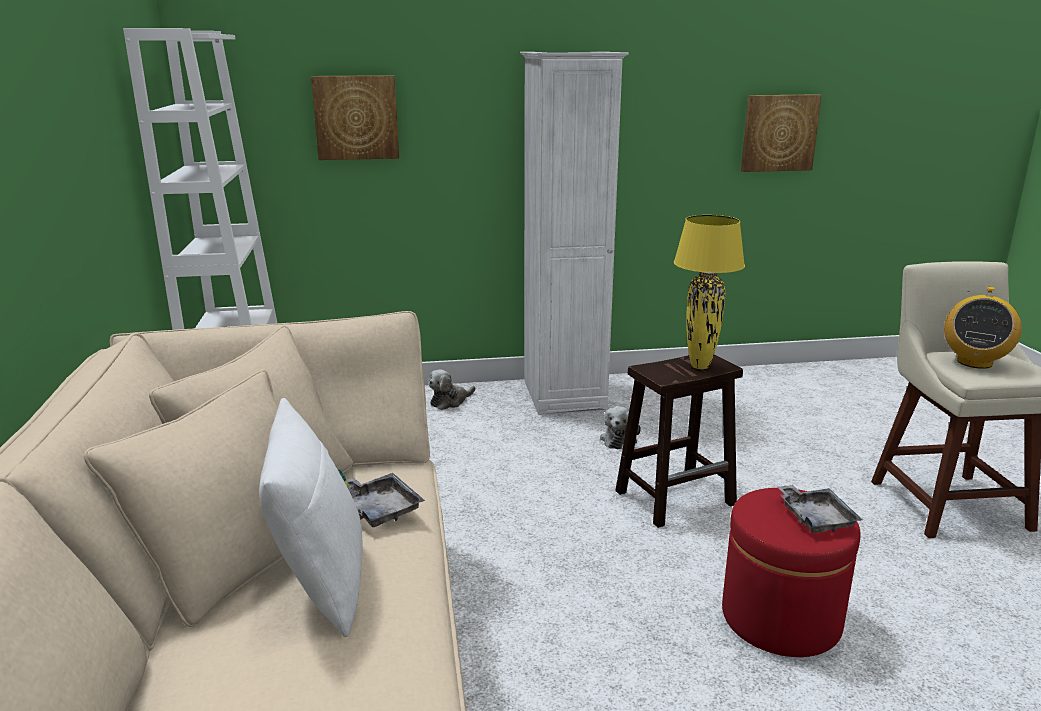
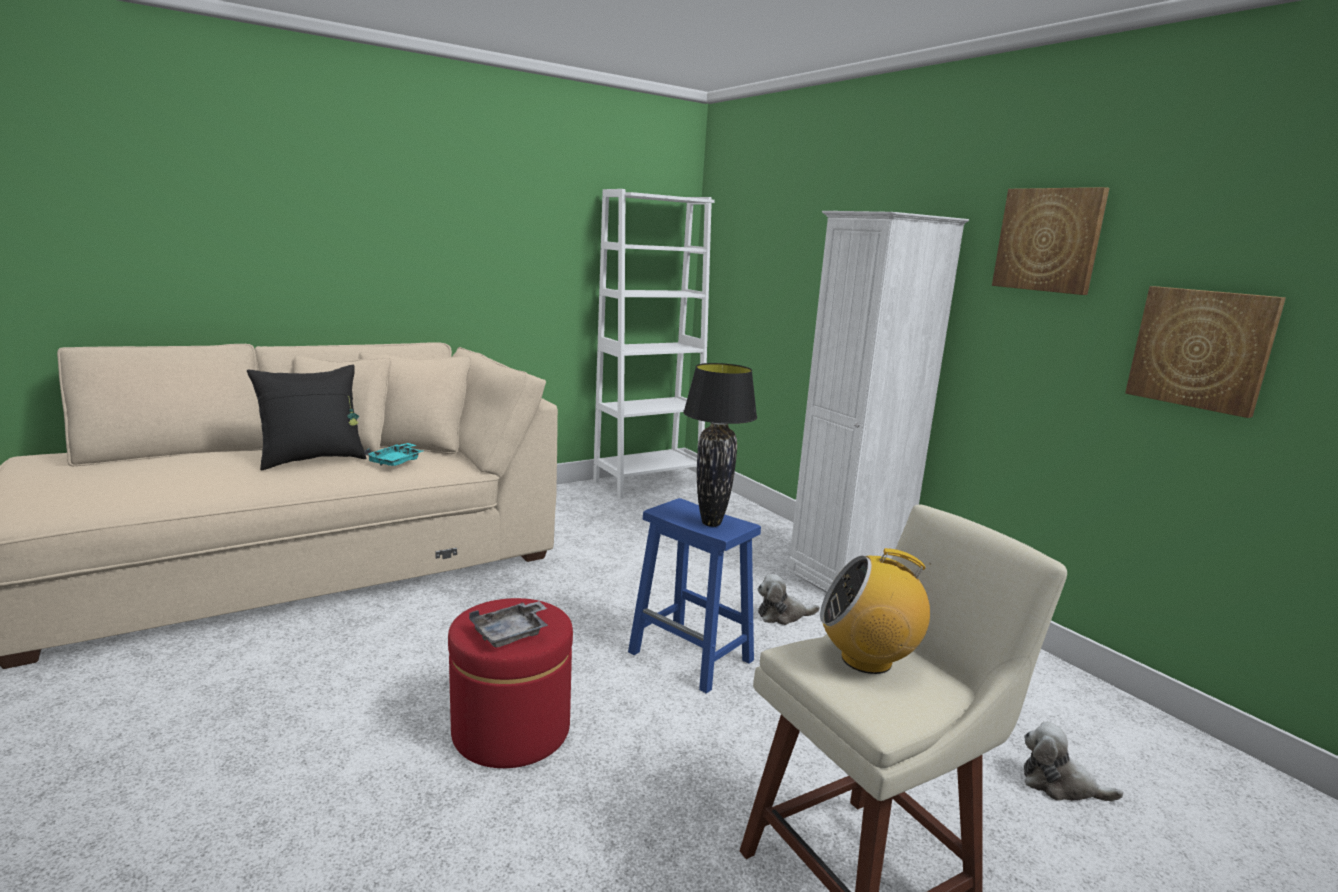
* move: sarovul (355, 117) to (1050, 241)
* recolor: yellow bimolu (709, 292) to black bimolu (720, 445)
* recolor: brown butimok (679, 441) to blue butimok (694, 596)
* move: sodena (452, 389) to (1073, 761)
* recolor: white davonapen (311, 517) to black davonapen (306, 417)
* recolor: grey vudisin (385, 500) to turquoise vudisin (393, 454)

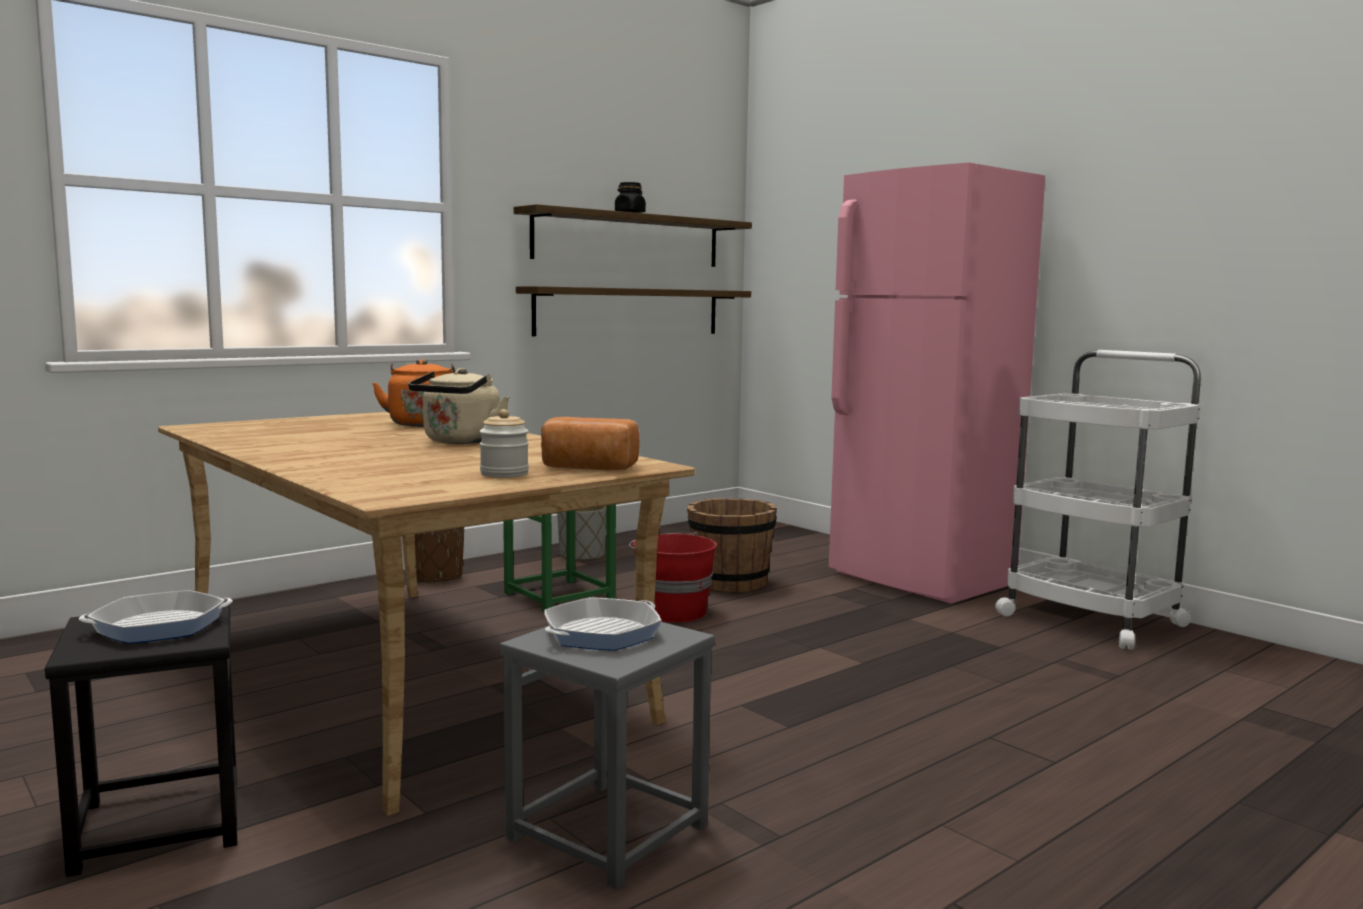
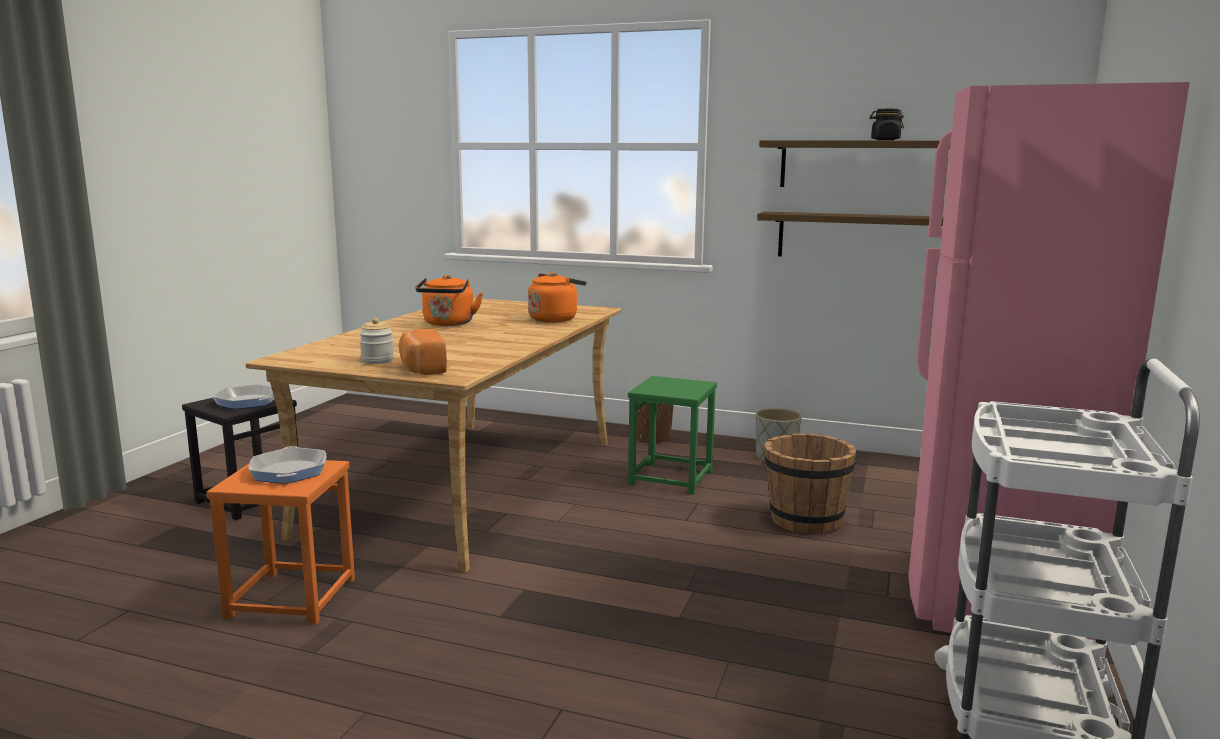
* delete: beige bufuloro (458, 406)
* delete: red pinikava (673, 577)
* rotate: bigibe (603, 624) = (287, 465) 60 degrees clockwise
* recolor: grey butimok (607, 756) to orange butimok (280, 542)
* insert: orange bufuloro (449, 300)

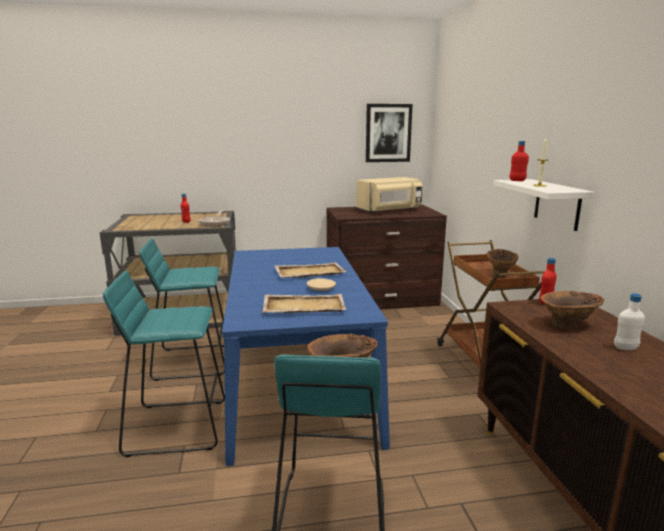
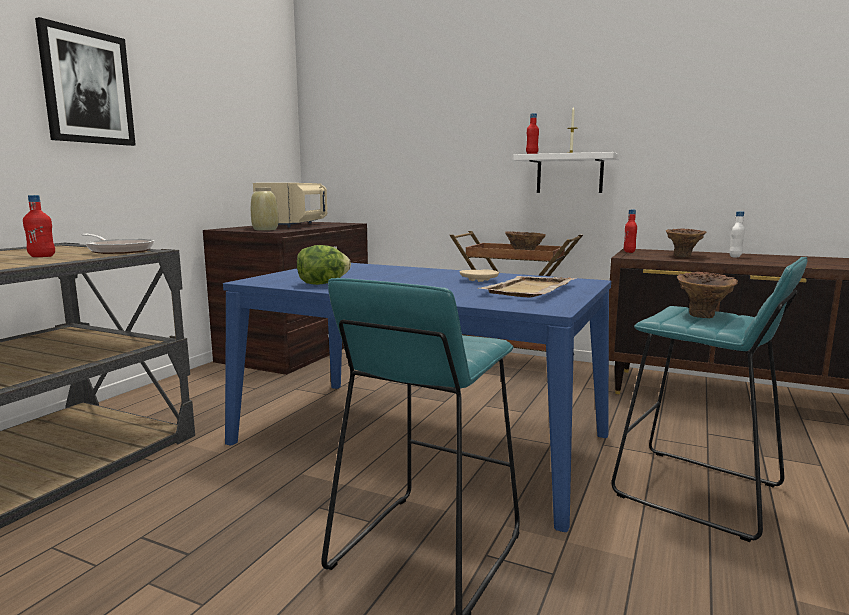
* move: sarovul (389, 133) to (85, 81)
* delete: turquoise butimok (181, 309)
* delete: beige vudisin (310, 269)
* insert: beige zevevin (264, 209)
* insert: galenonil (324, 265)

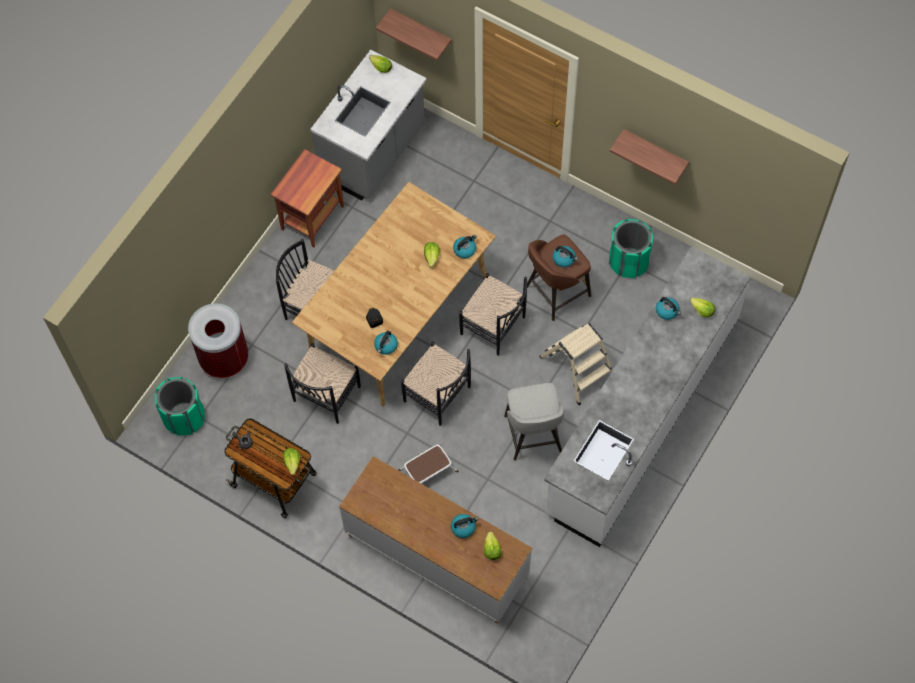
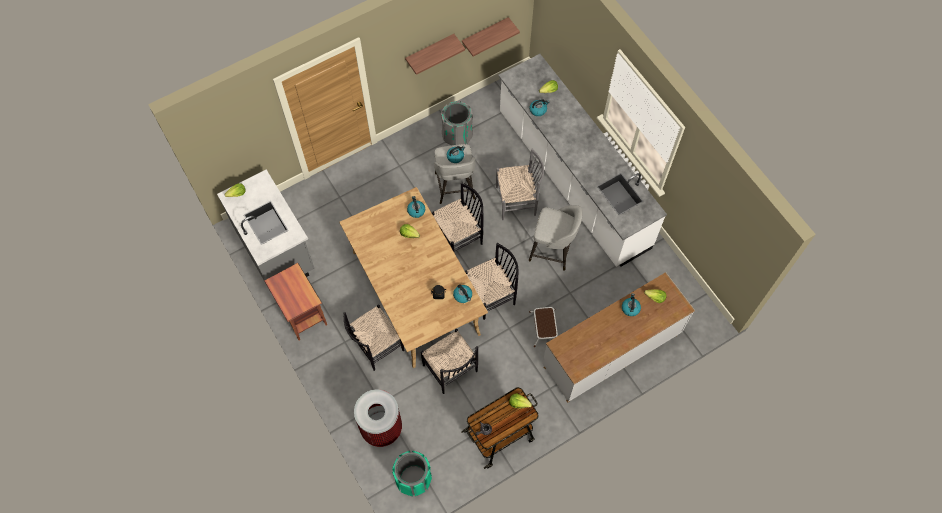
* move: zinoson (414, 34) to (491, 36)
* recolor: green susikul (631, 248) to grey susikul (457, 123)
* recolor: brown butimok (559, 278) to grey butimok (454, 174)
* replace: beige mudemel (576, 364) to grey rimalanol (520, 184)

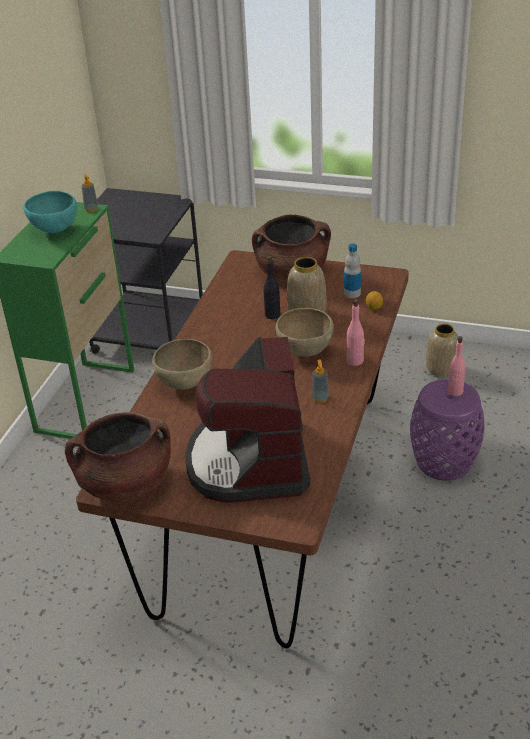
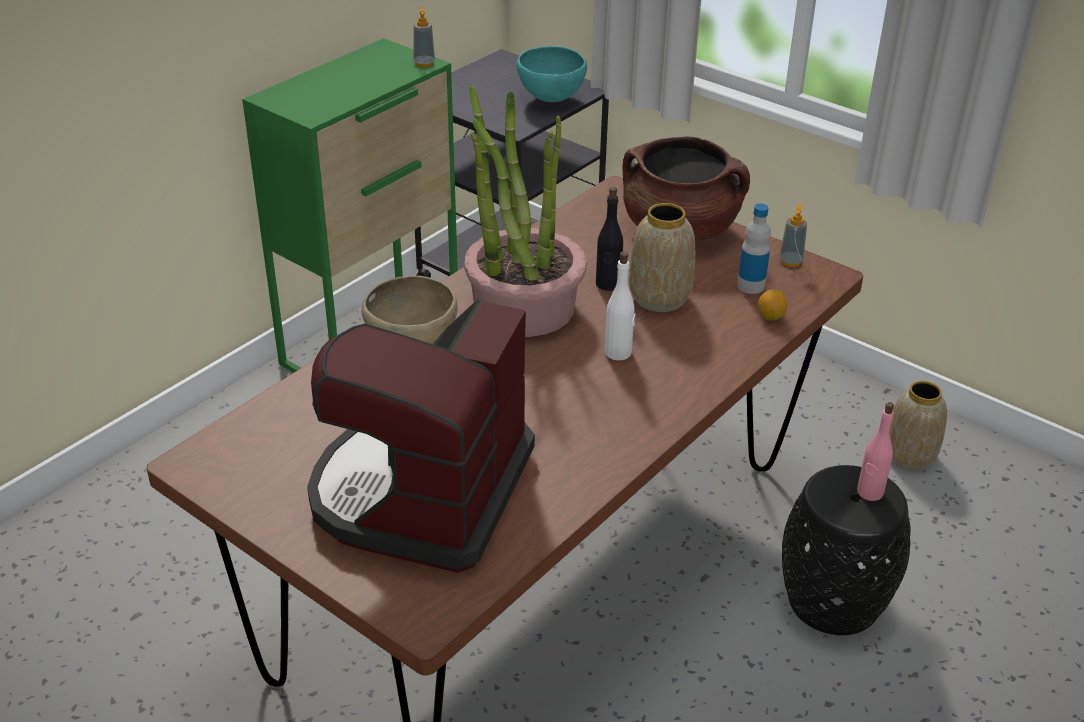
* move: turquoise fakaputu (50, 212) to (552, 74)
* delete: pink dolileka (356, 332)
* replace: brown fakaputu (305, 332) to white dolileka (620, 305)
* move: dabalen (320, 381) to (793, 235)
* recolor: purple butimok (447, 430) to black butimok (846, 550)
* delete: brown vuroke (118, 457)
* insert: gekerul (525, 211)

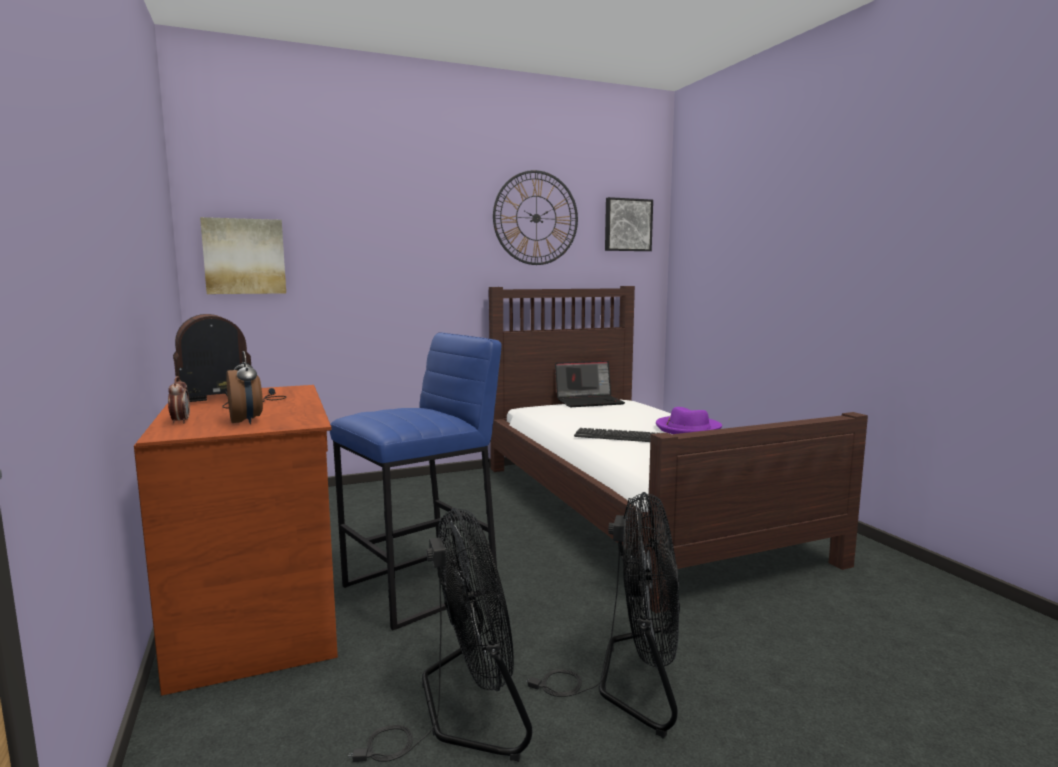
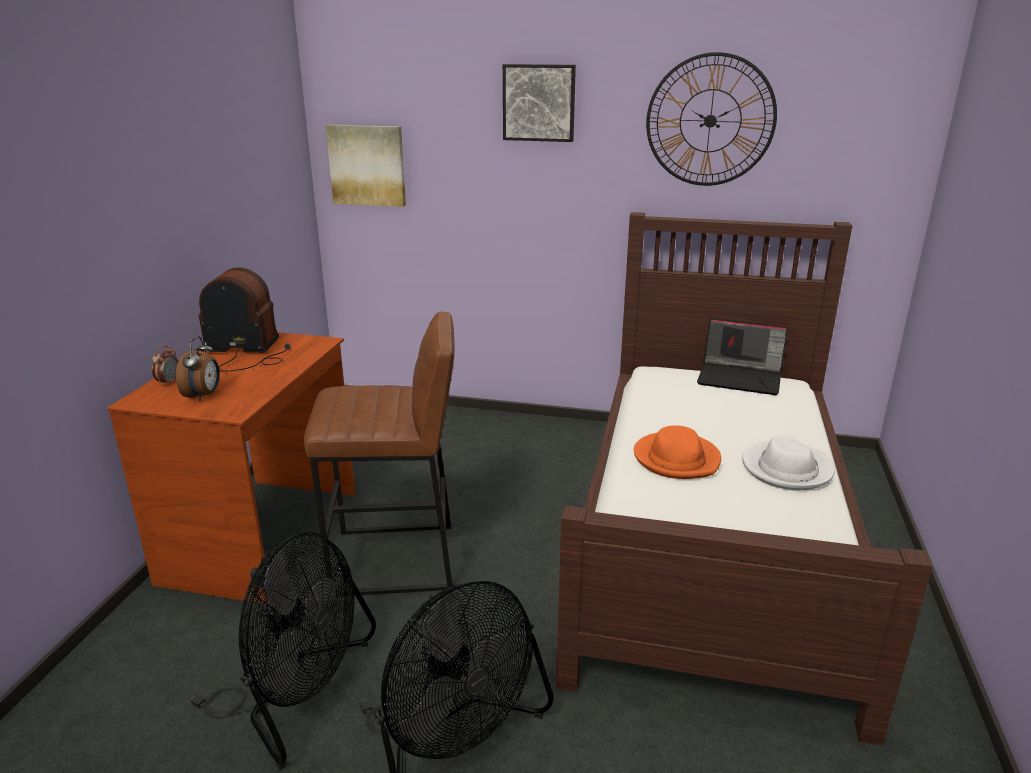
* move: sarovul (629, 224) to (539, 103)
* recolor: blue butimok (415, 481) to brown butimok (379, 453)
* recolor: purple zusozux (689, 420) to white zusozux (788, 463)
* replace: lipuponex (615, 435) to orange zusozux (677, 452)

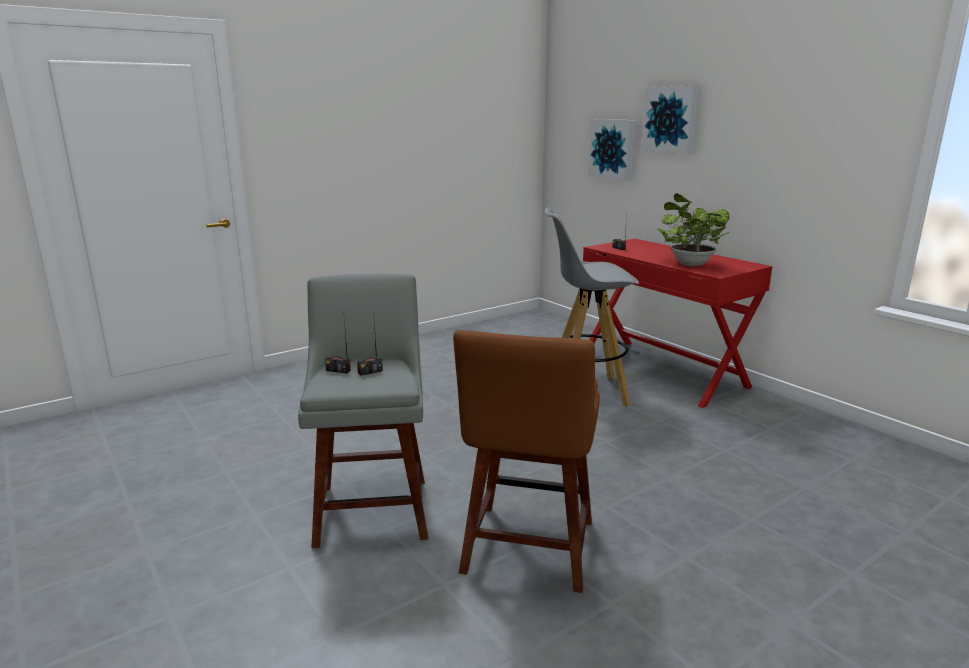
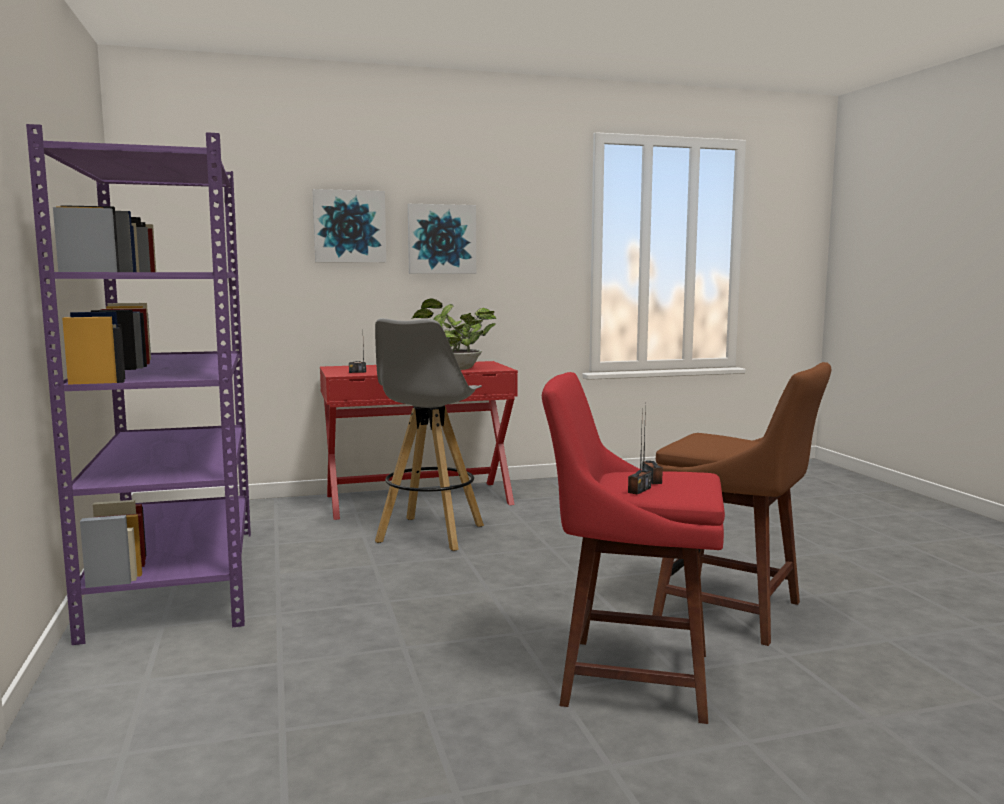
* move: sarovul (612, 150) to (442, 239)
* recolor: grey butimok (363, 411) to red butimok (633, 548)
* insert: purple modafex (138, 384)

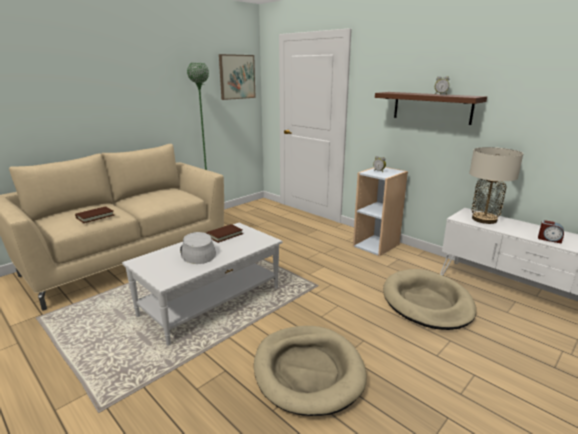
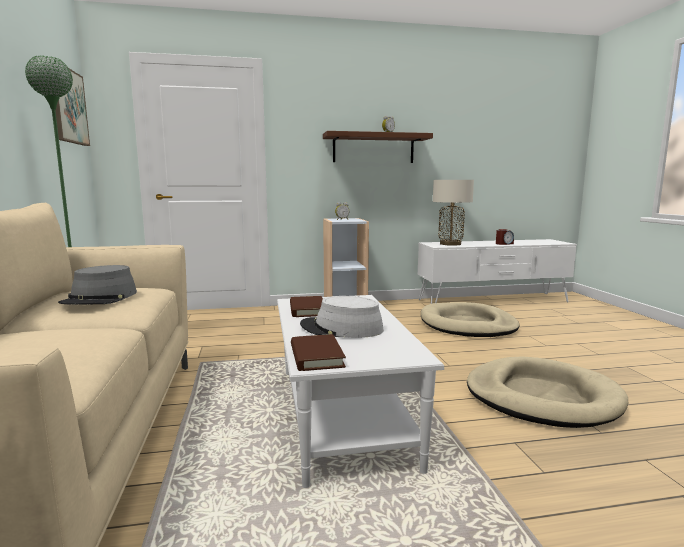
* move: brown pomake (94, 214) to (318, 352)
* insert: grey zusozux (97, 285)

